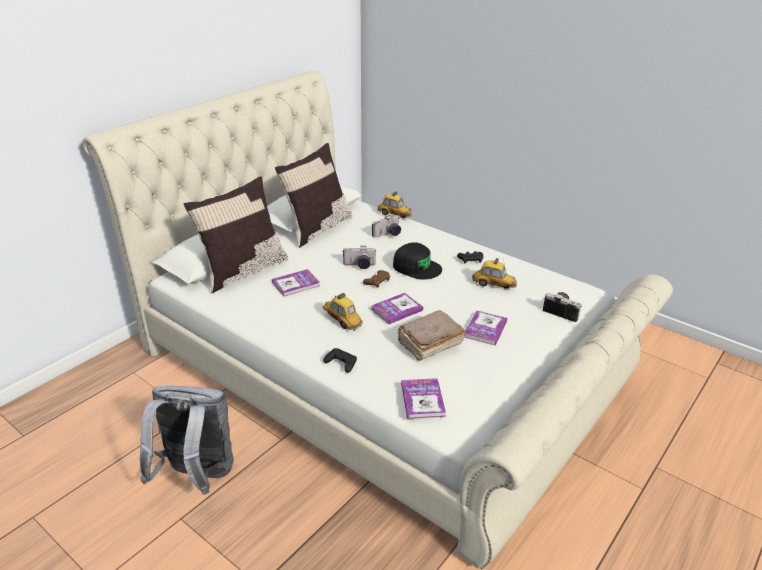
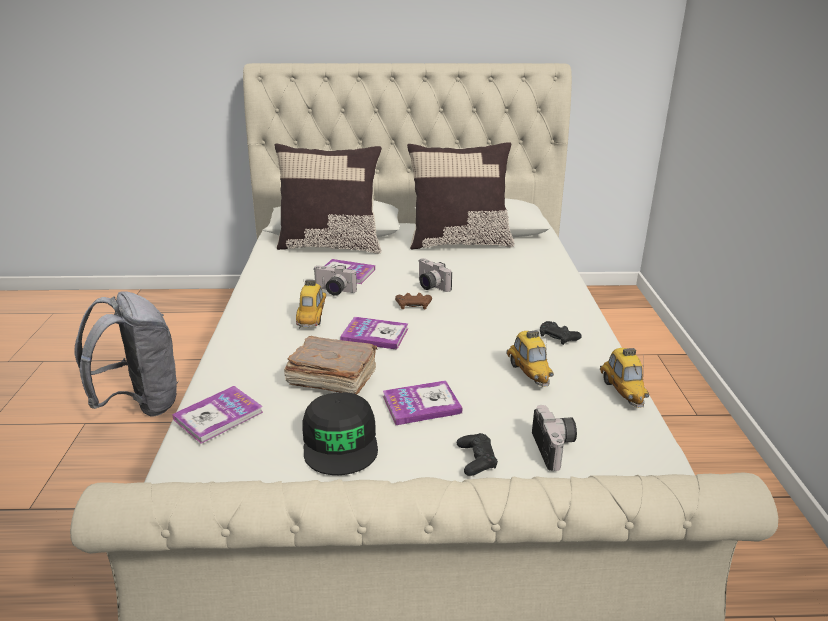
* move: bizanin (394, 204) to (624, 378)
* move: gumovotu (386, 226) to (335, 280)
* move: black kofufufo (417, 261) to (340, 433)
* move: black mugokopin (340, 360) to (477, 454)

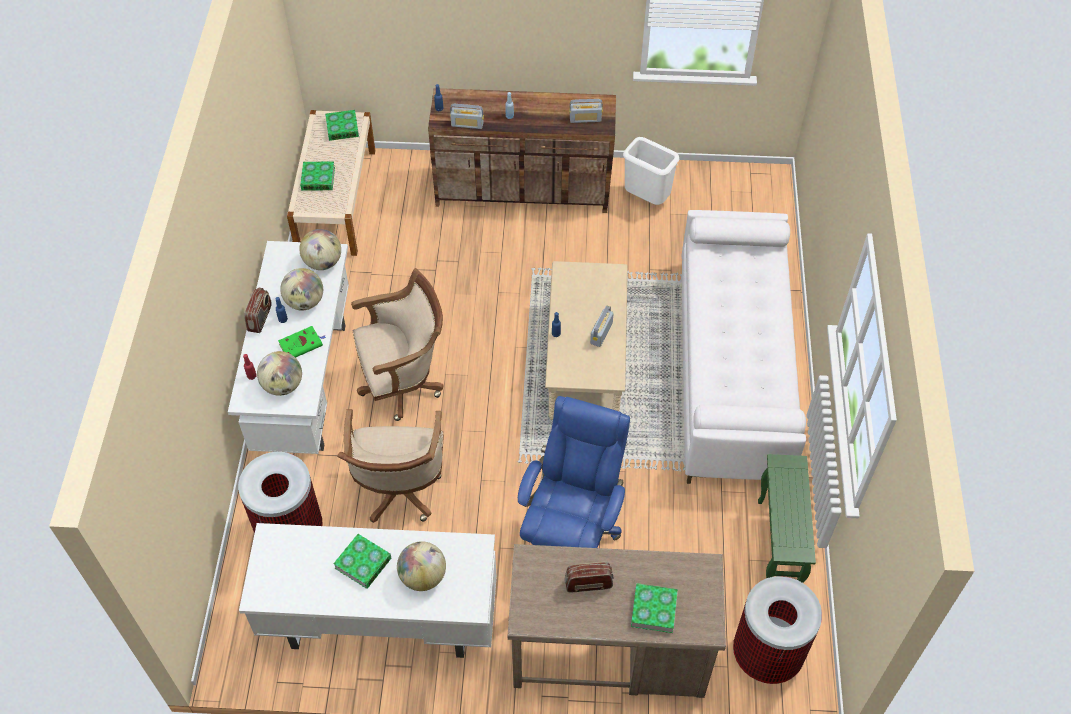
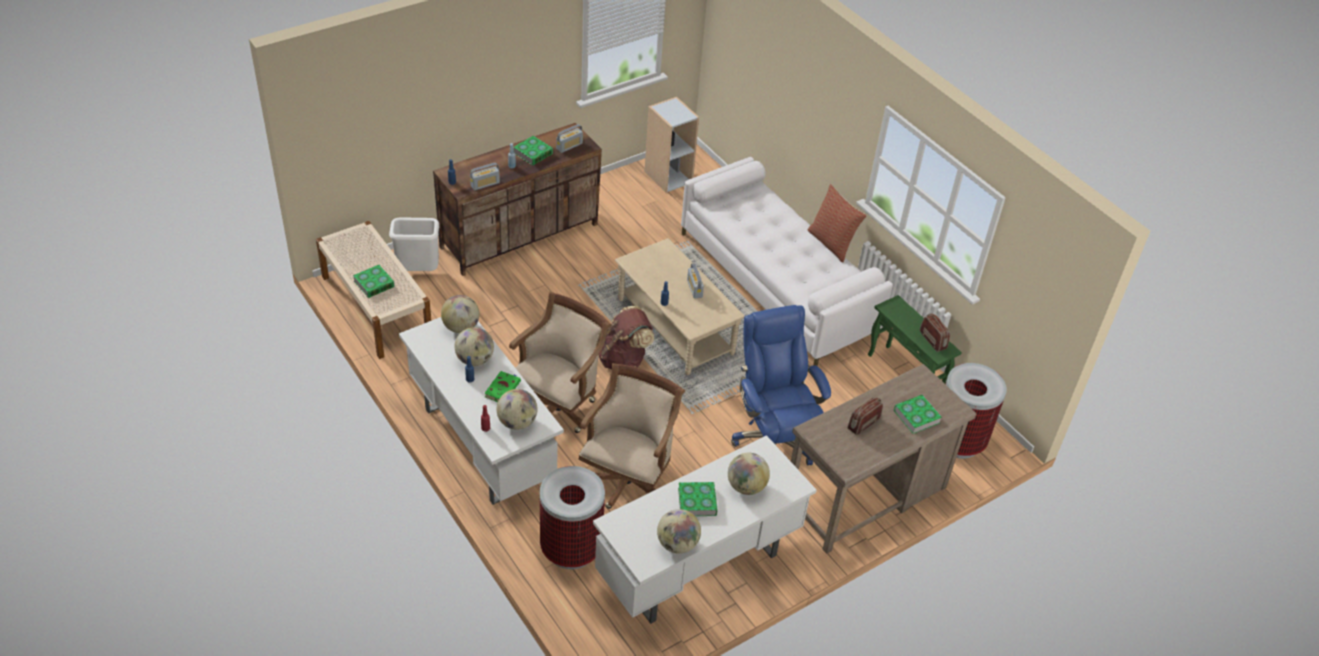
* move: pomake (342, 125) to (533, 151)
* move: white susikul (651, 171) to (414, 244)
* move: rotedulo (258, 310) to (935, 332)
* rotate: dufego (390, 465) = (632, 436) 120 degrees counterclockwise
* insert: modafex (671, 145)
* insert: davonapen (837, 223)
* insert: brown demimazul (626, 338)
* insert: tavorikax (679, 531)

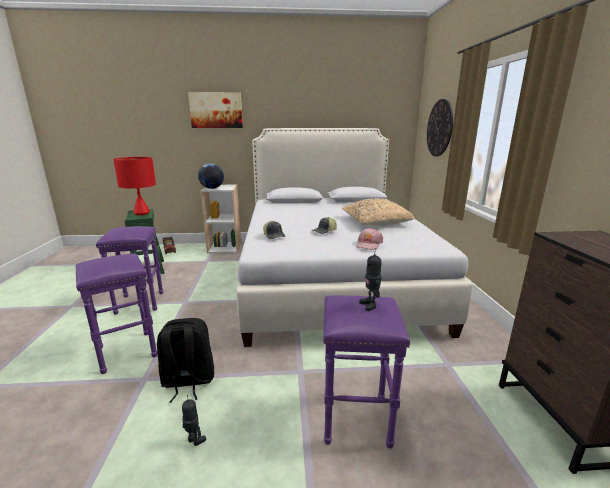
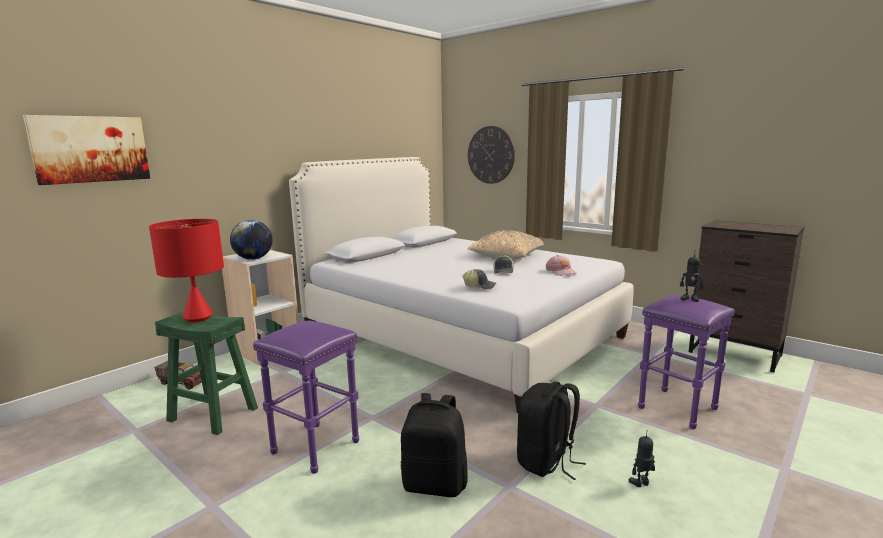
* move: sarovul (215, 110) to (86, 150)
* replace: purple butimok (116, 313) to black demimazul (434, 445)

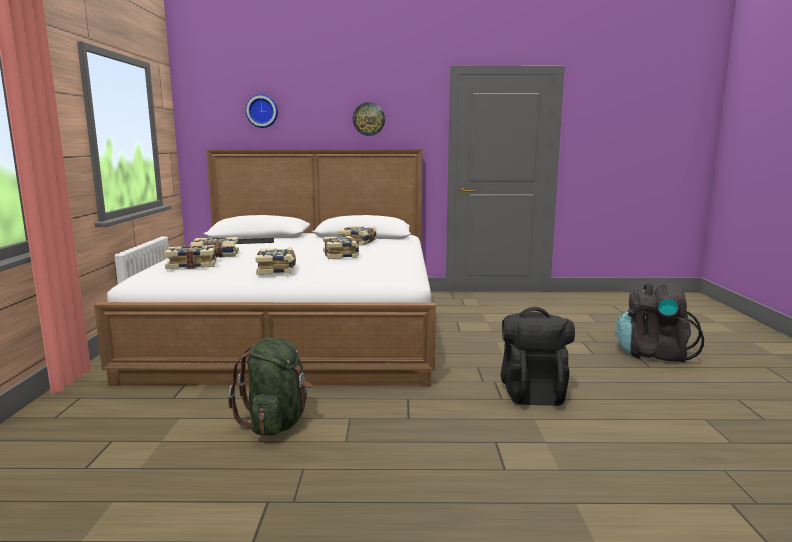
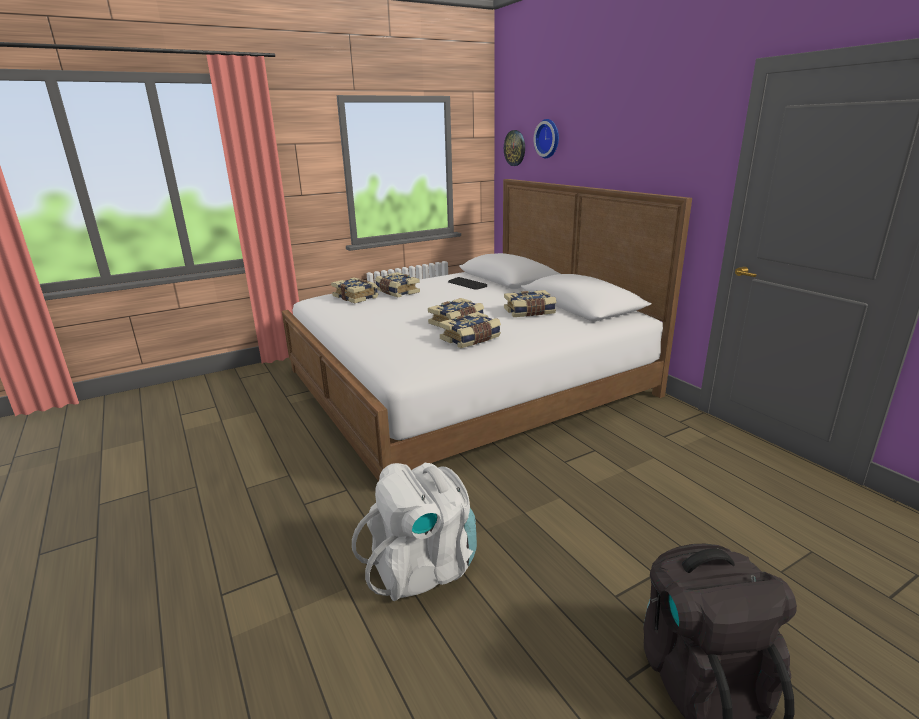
* move: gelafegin (369, 119) to (514, 148)
* move: pomake (276, 261) to (470, 330)
* recolor: black demimazul (538, 356) to white demimazul (414, 532)
* delete: green demimazul (270, 387)

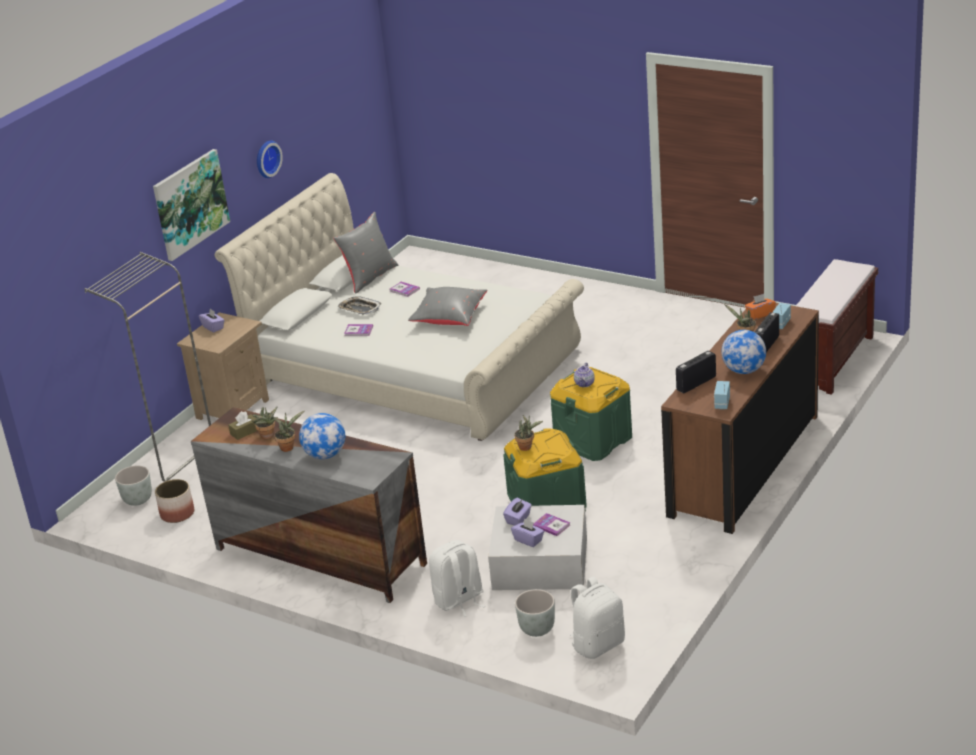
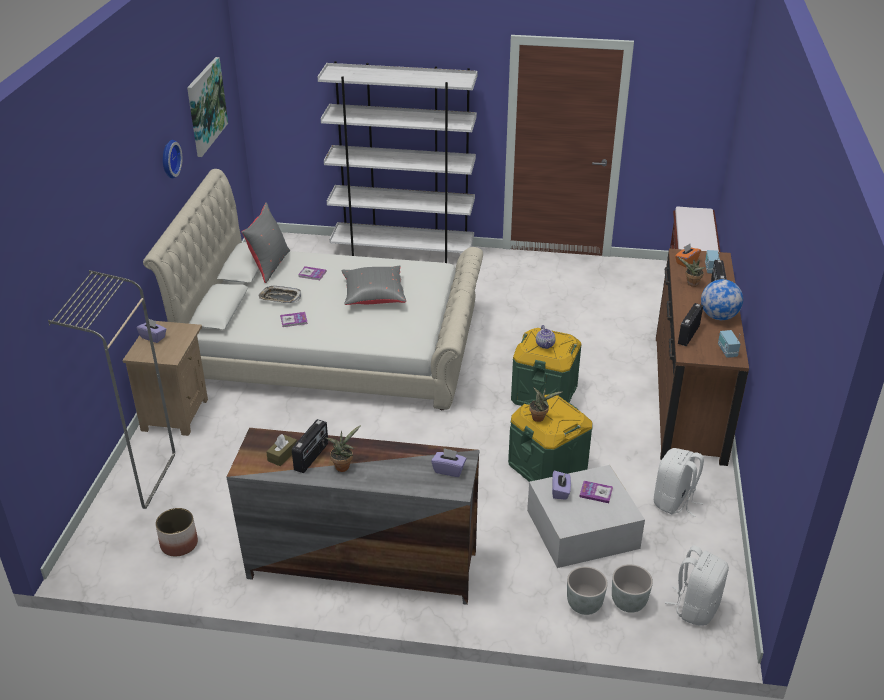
* move: sarovul (191, 205) to (207, 107)
* replace: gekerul (265, 422) to rotedulo (310, 446)
* delete: tavorikax (322, 436)
* move: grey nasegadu (133, 486) to (587, 590)
* move: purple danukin (527, 532) to (449, 462)
* move: white demimazul (457, 578) to (679, 482)
* insert: white modafex (397, 162)

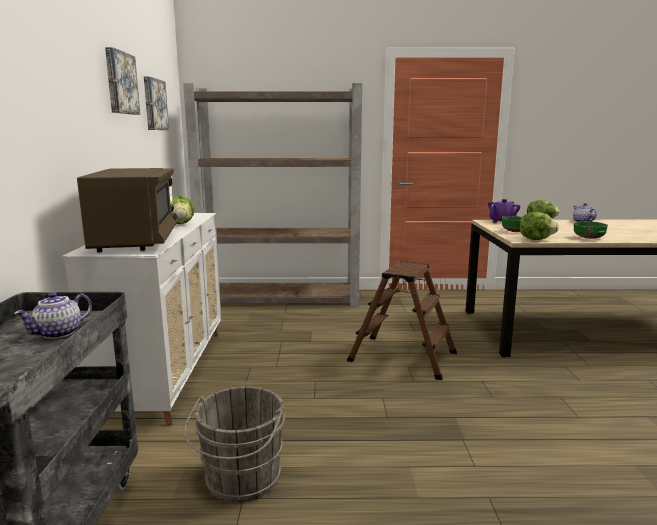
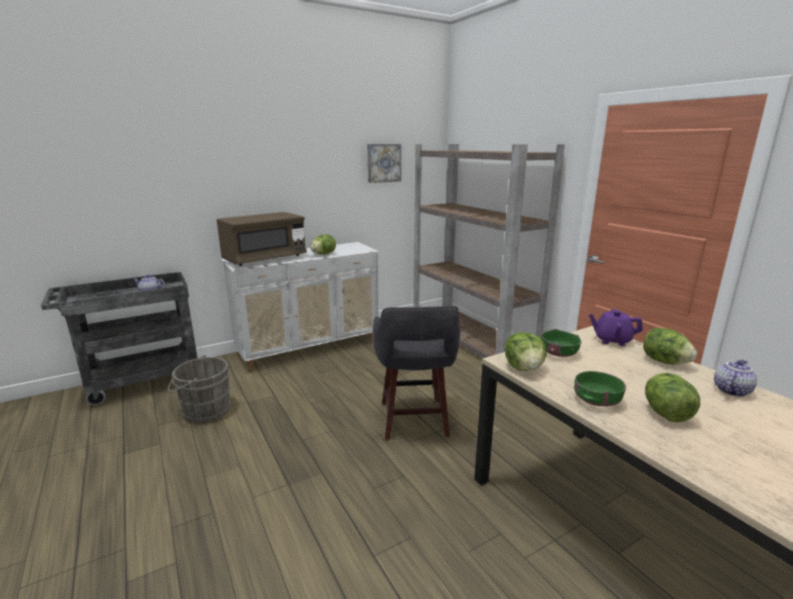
* delete: sarovul (122, 81)
* replace: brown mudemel (402, 320) to grey butimok (417, 373)
* insert: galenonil (672, 397)

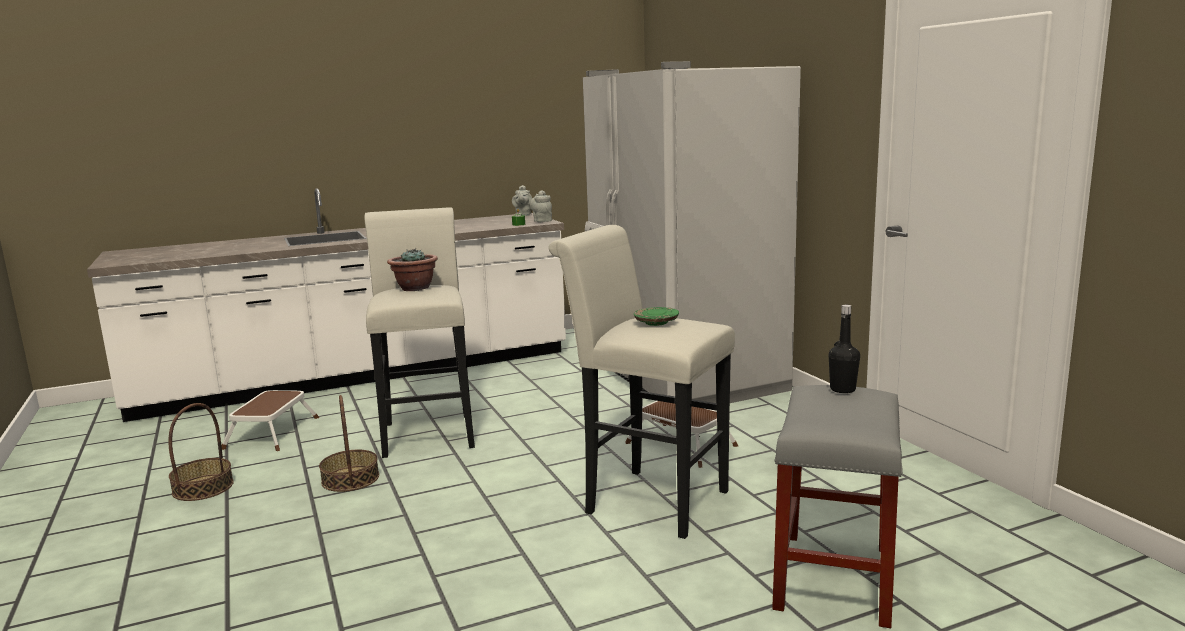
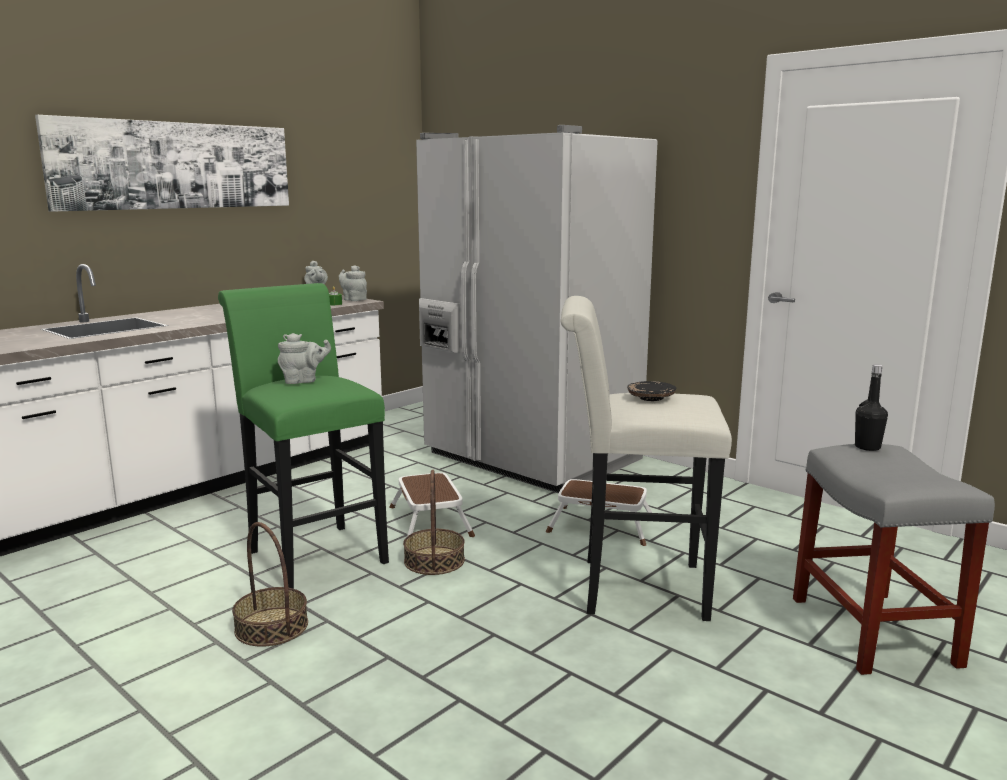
* recolor: white butimok (419, 332) to green butimok (303, 436)
* replace: gekerul (412, 269) to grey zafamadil (304, 358)
* recolor: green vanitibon (656, 316) to black vanitibon (652, 391)
* move: brown mudemel (270, 420) to (432, 505)
* move: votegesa (201, 452) to (434, 522)
* insert: sarovul (162, 163)

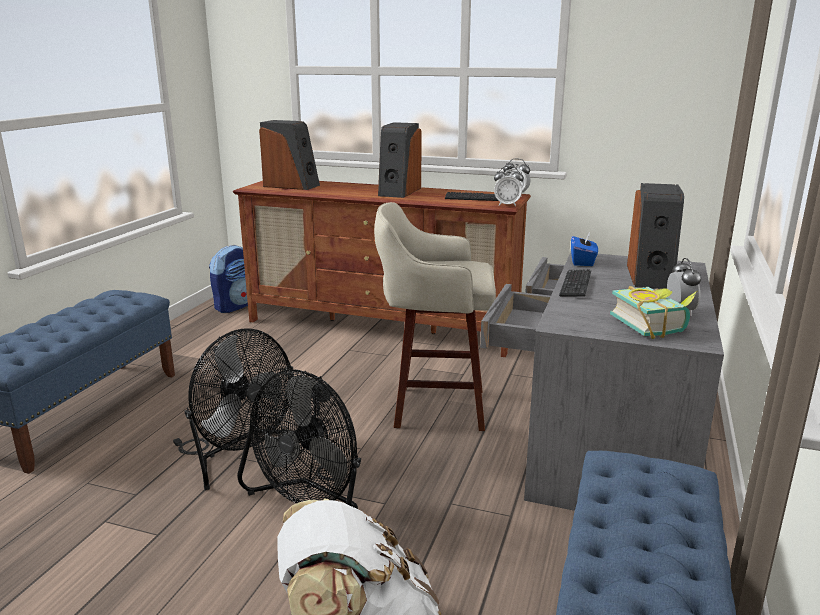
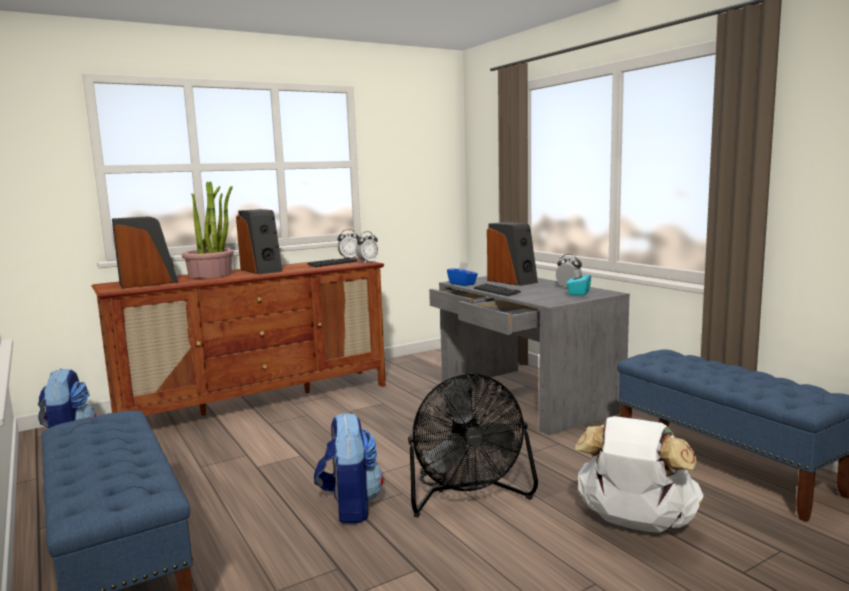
* delete: beige butimok (435, 316)
* replace: pomake (654, 312) to turquoise danukin (579, 282)
* replace: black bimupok (235, 409) to demimazul (348, 467)
* insert: gekerul (208, 229)

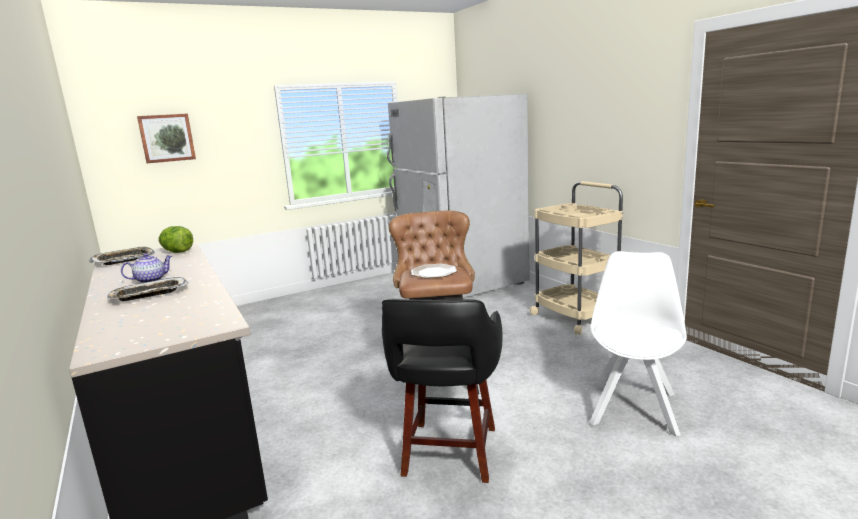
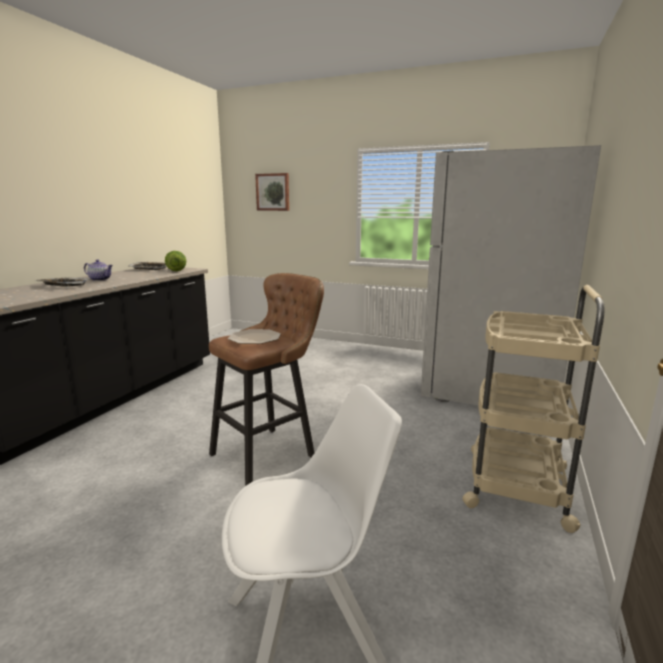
* delete: black butimok (442, 391)

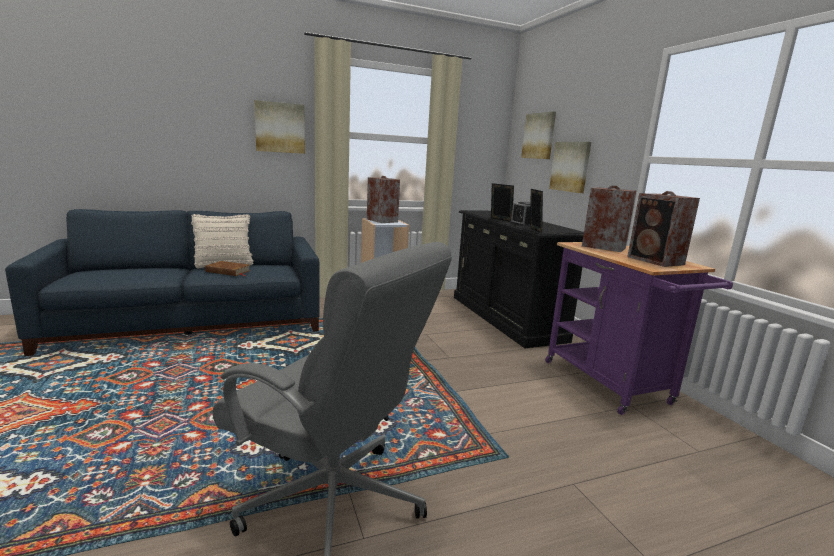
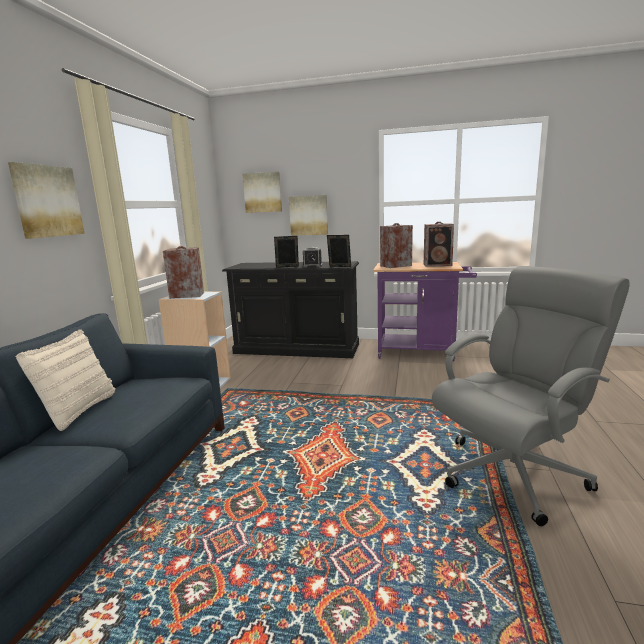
* delete: brown pomake (227, 268)

